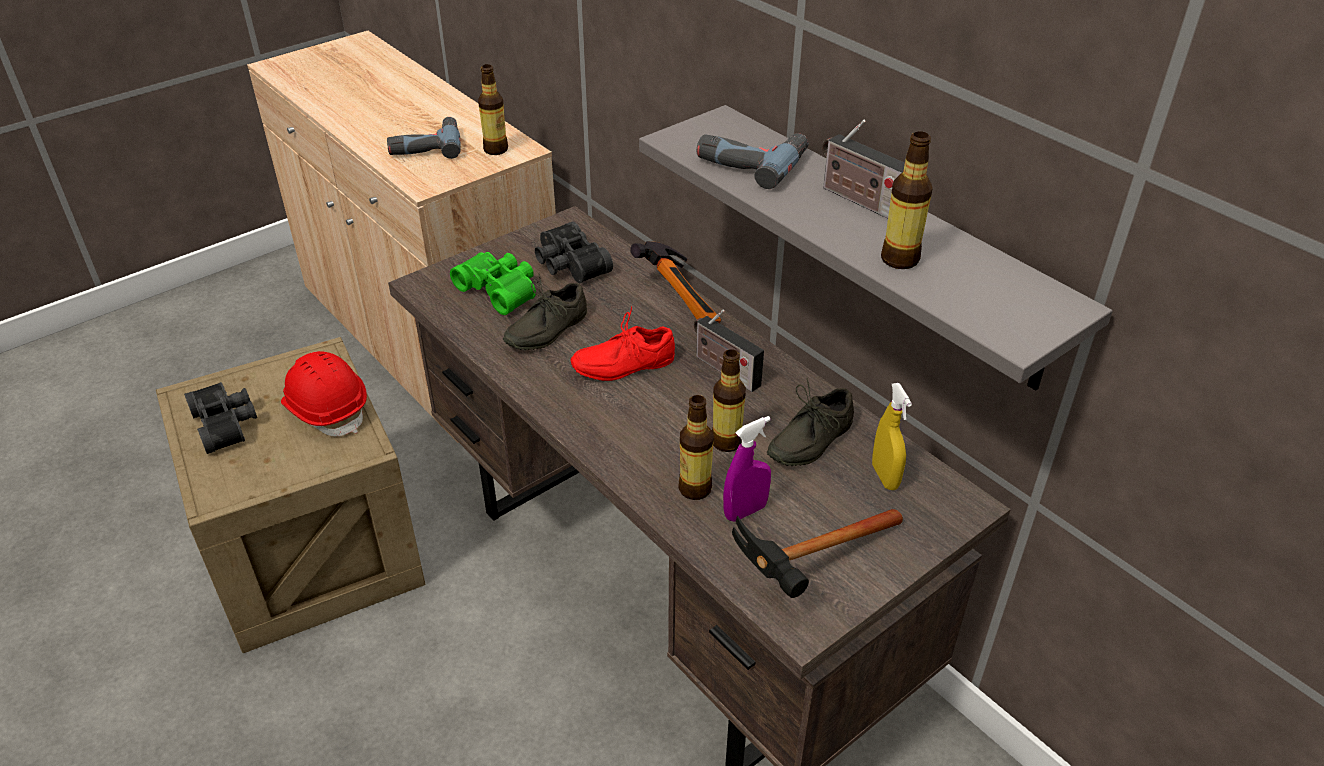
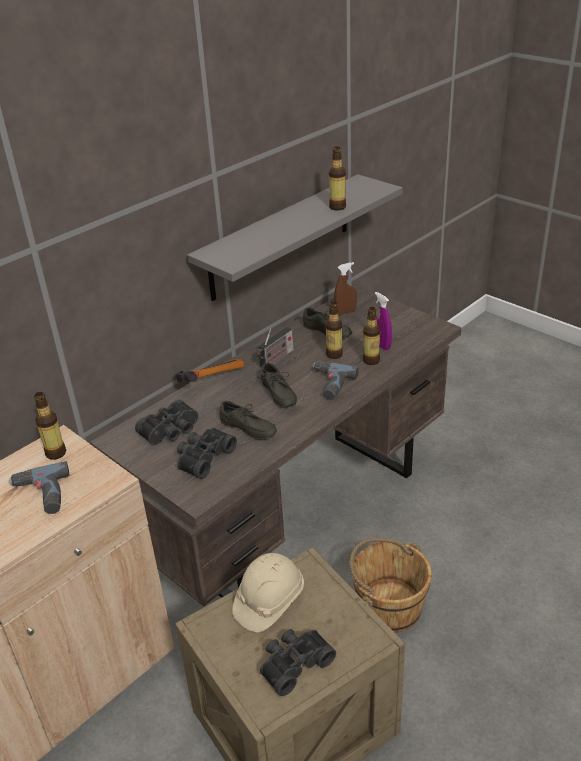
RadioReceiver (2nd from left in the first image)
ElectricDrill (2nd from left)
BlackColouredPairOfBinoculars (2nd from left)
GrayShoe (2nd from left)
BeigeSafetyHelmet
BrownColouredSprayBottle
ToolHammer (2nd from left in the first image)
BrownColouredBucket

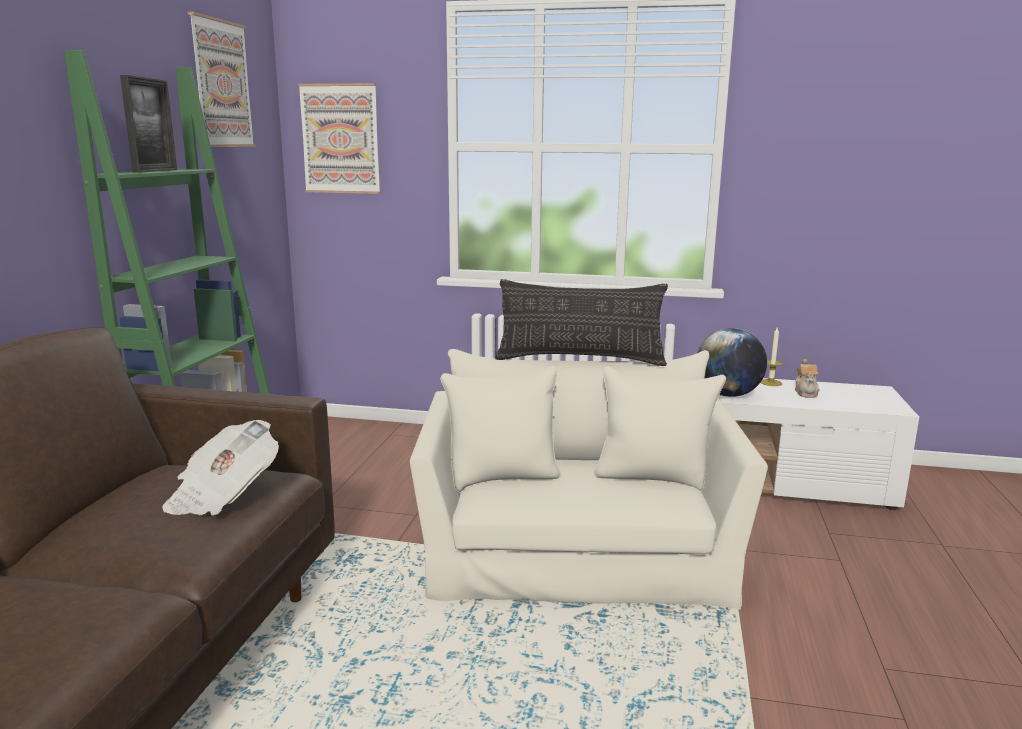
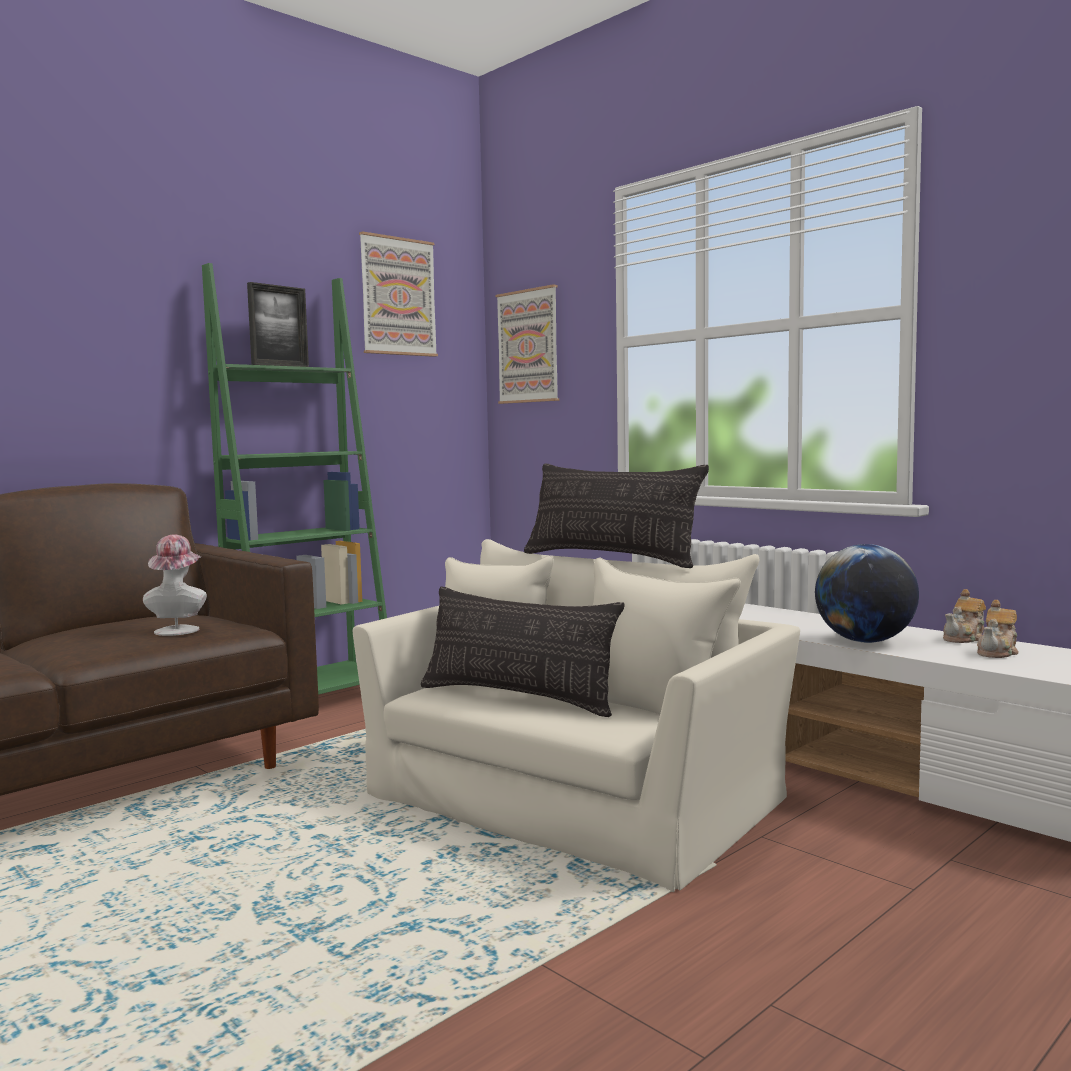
PotForTea (1st from left)
Hat
Cushion (1st from left)

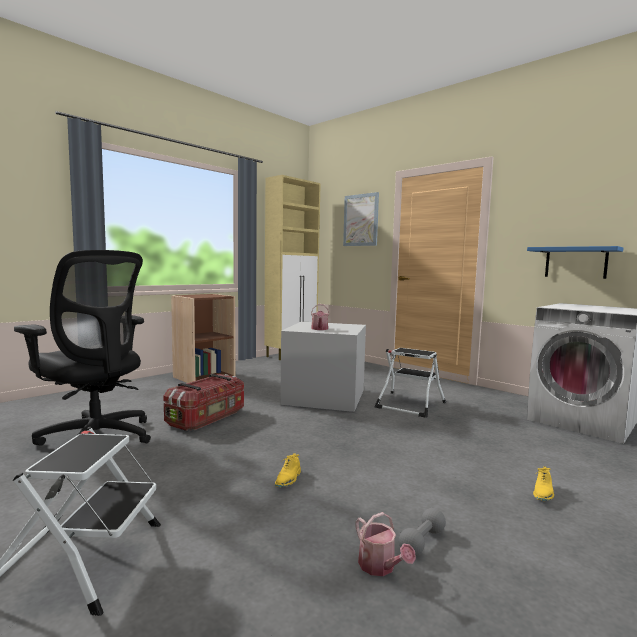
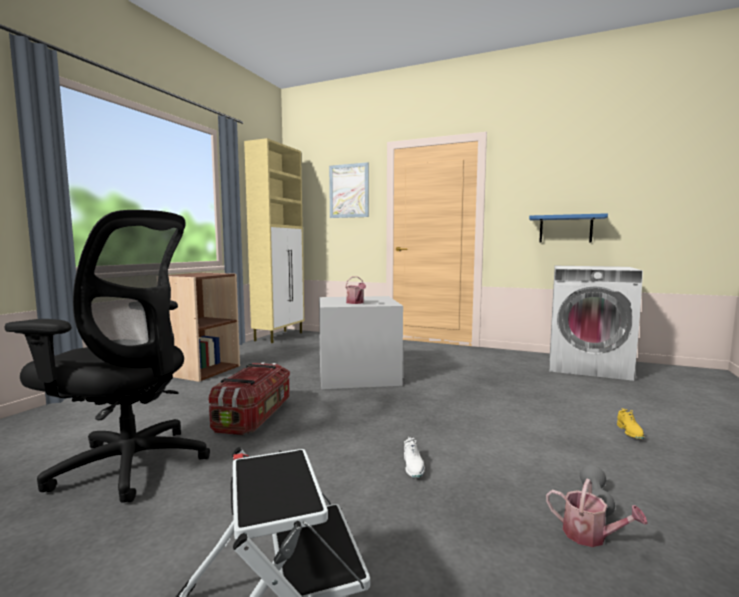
StepStool (2nd from left in the first image)
WhiteShoe

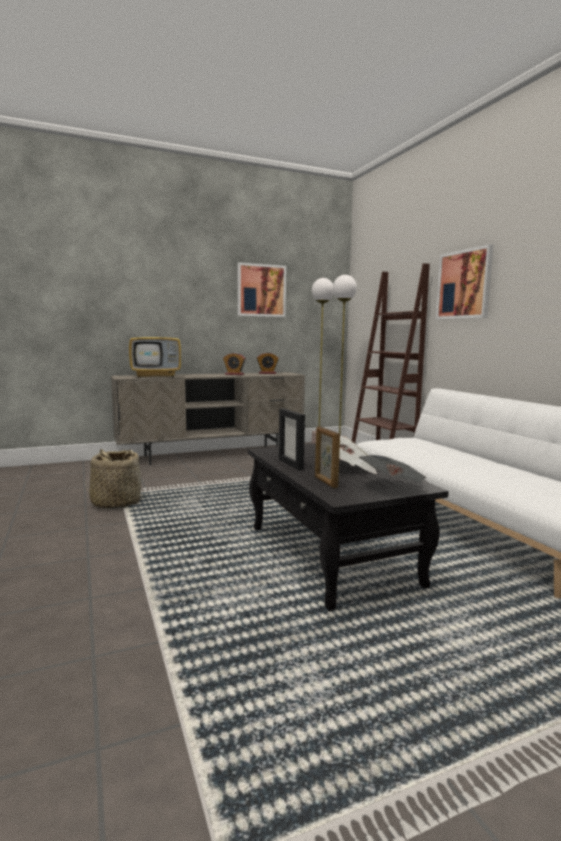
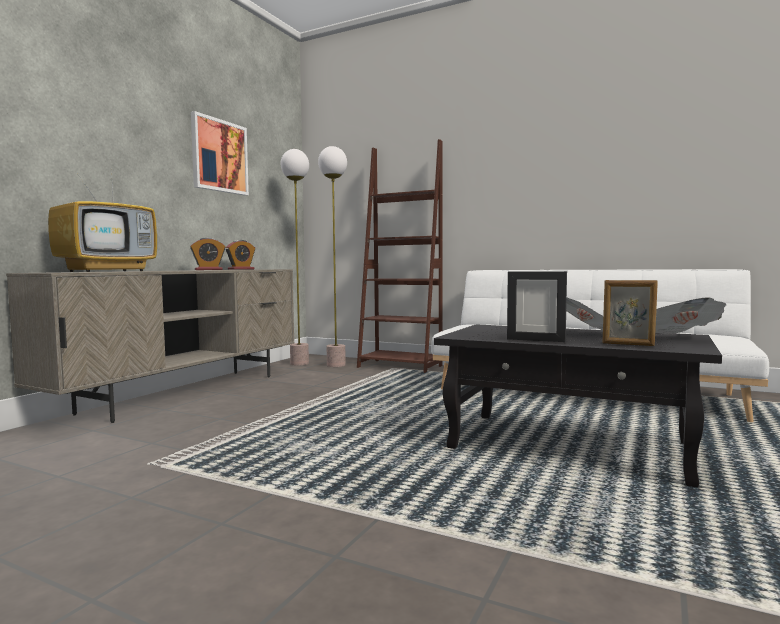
Picture (2nd from left in the first image)
Basket

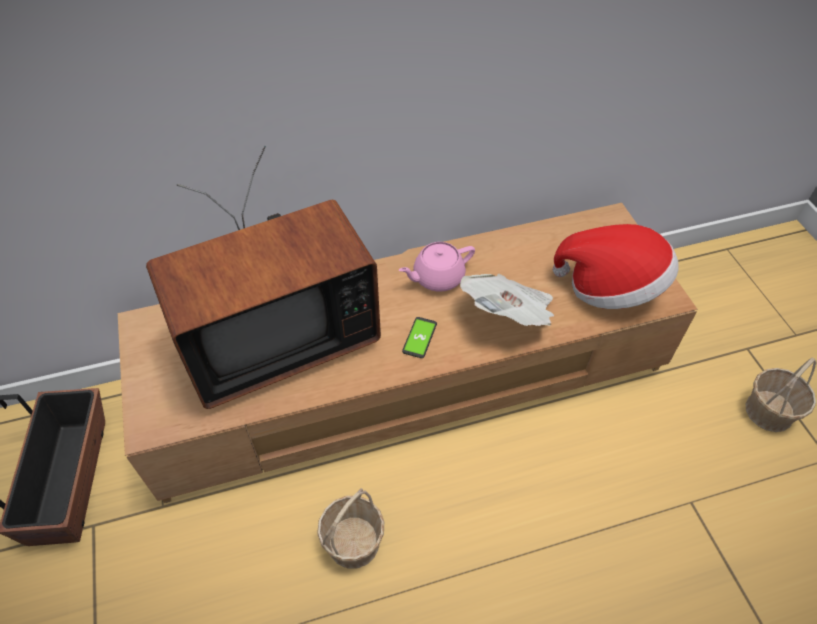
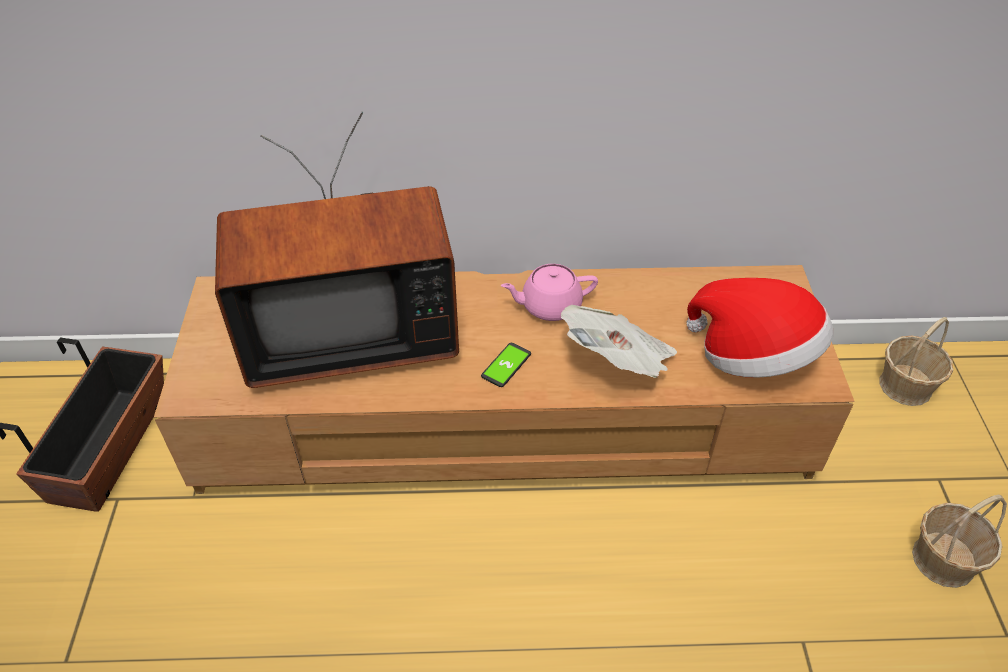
Basket (1st from left)

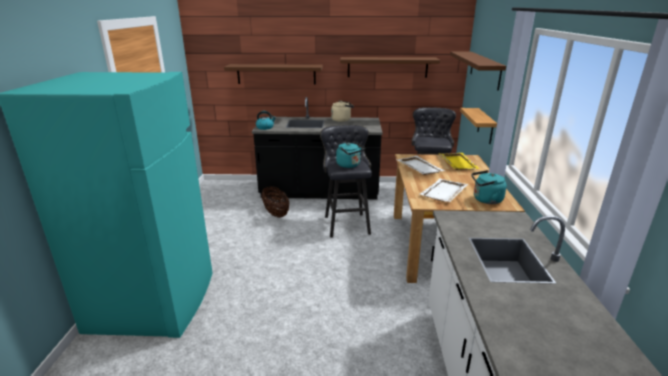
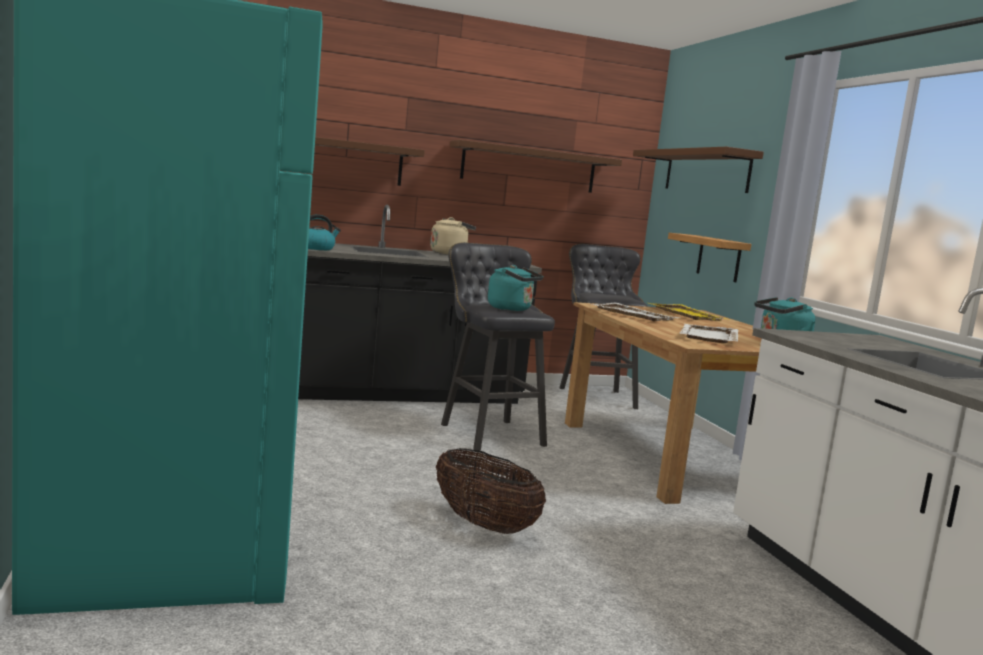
Basket

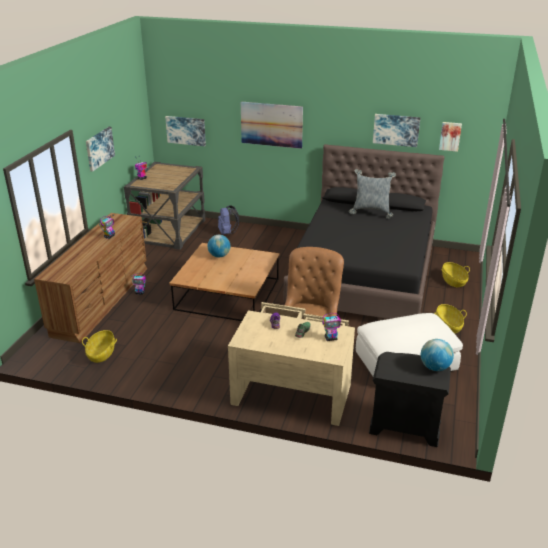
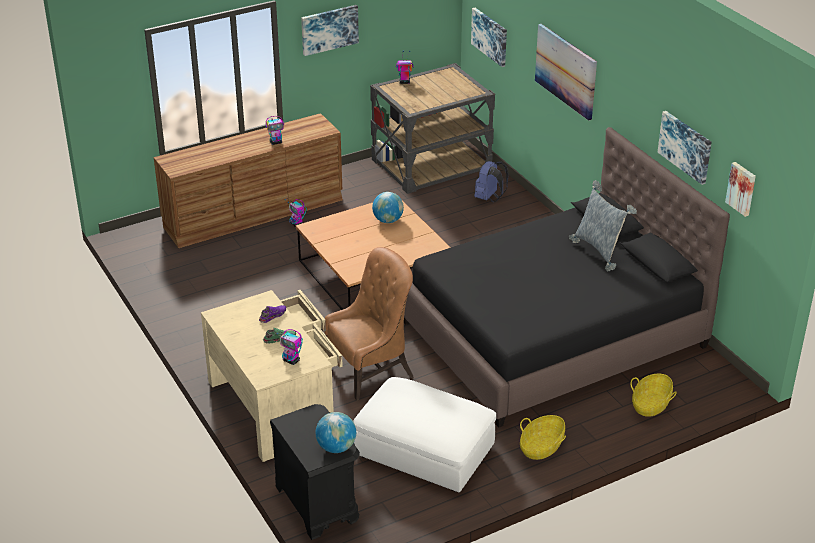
Basket (1st from left in the first image)

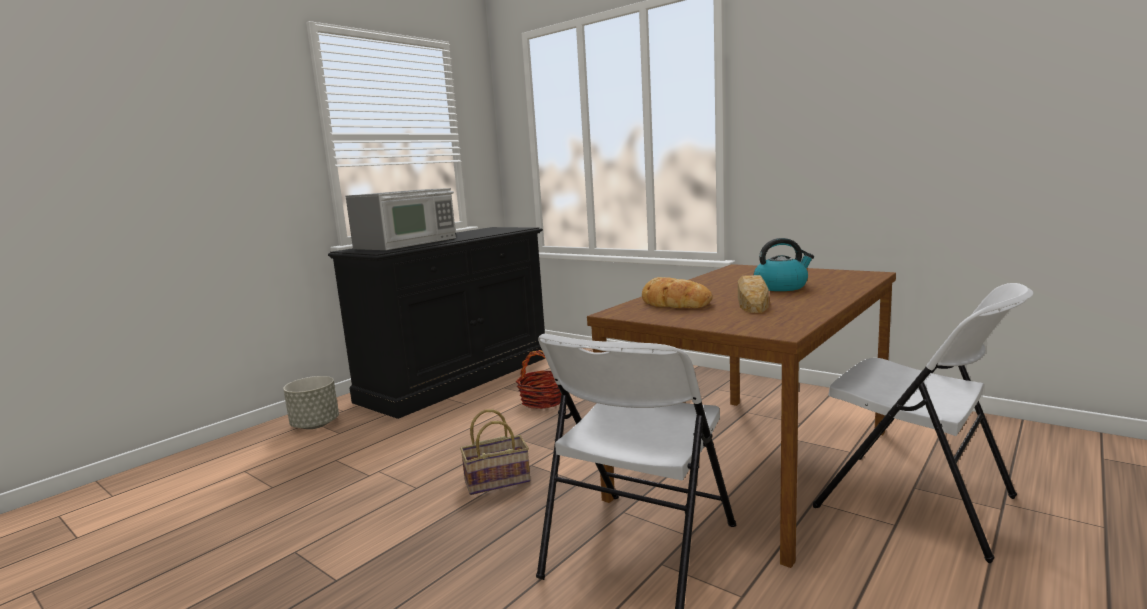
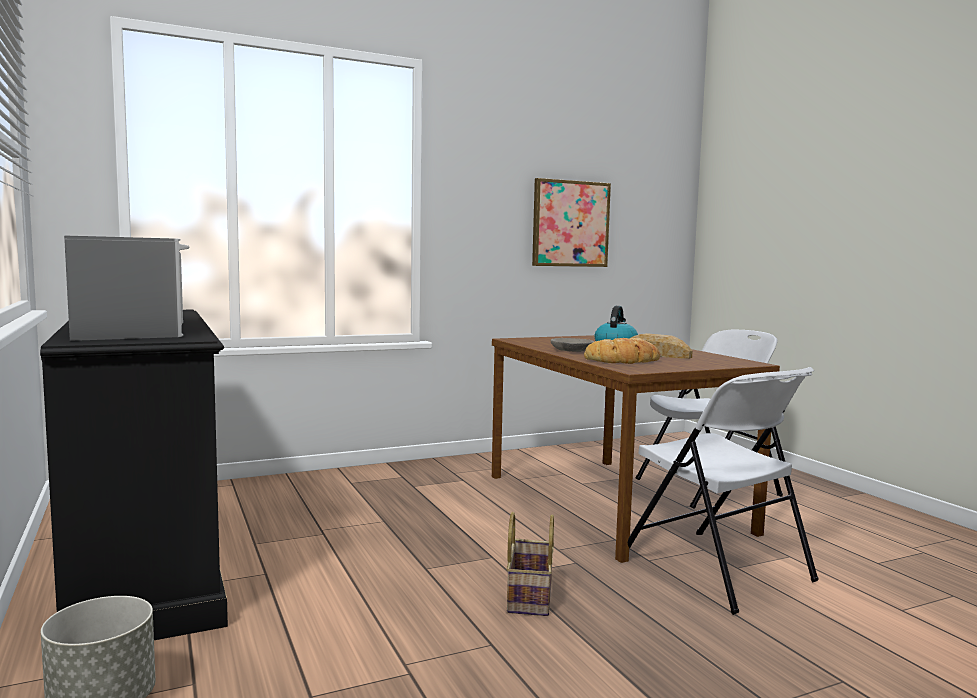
Basket (2nd from left in the first image)
Picture
GrayBowl

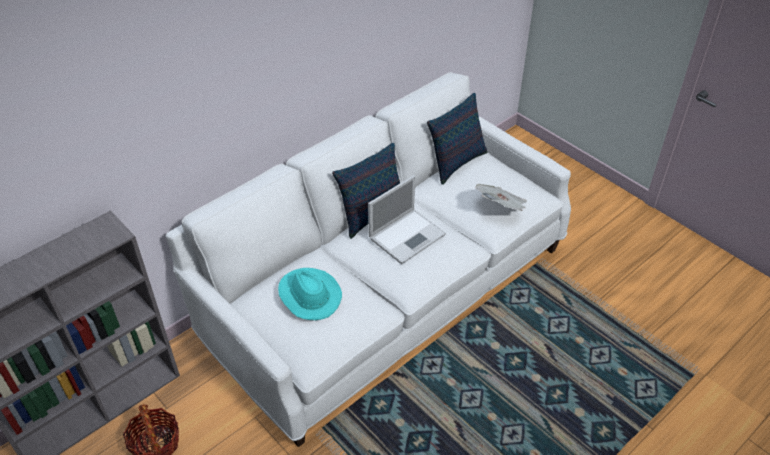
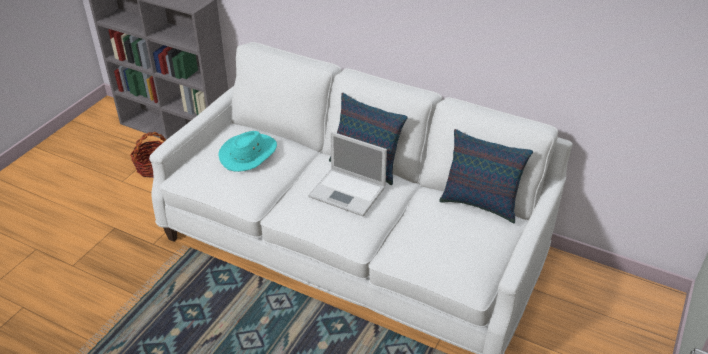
DailyPaper

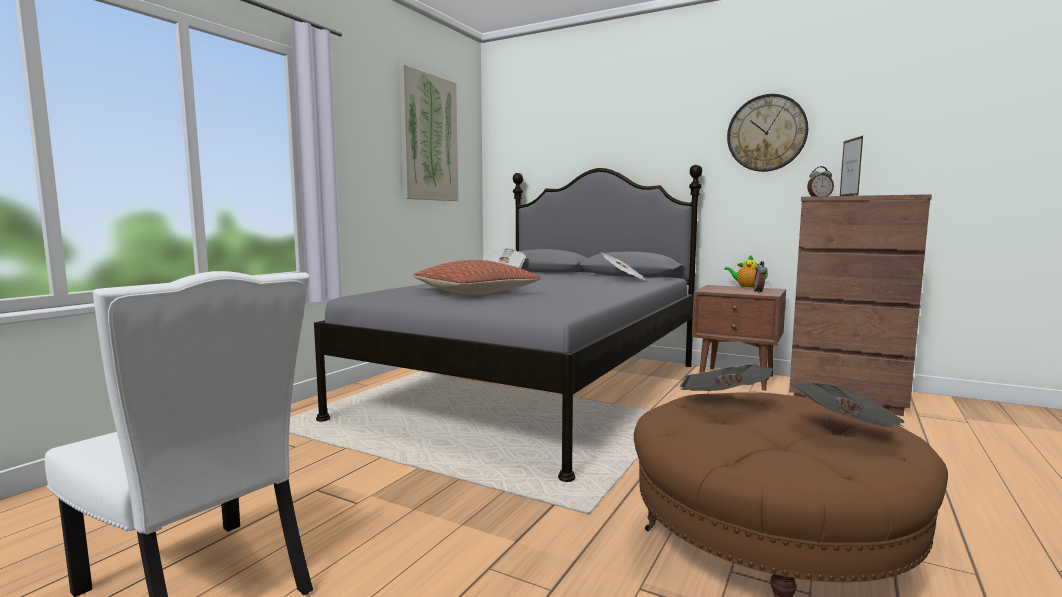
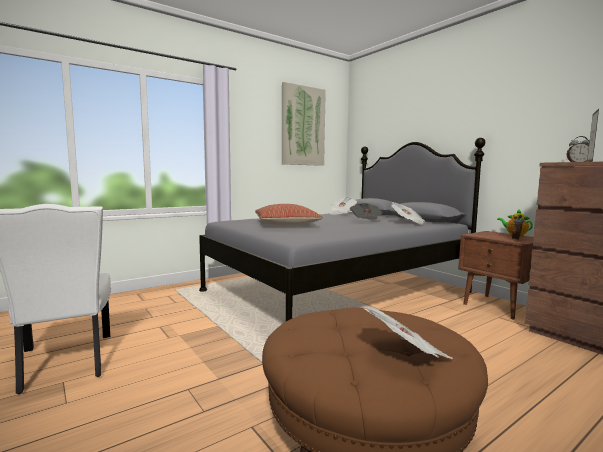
HangingClock
DailyPaper (2nd from left)

